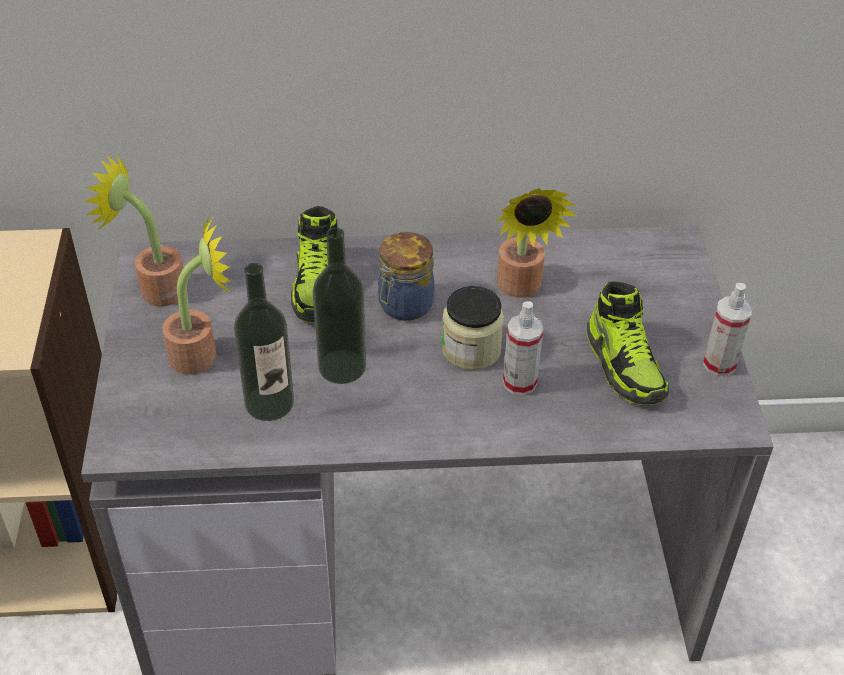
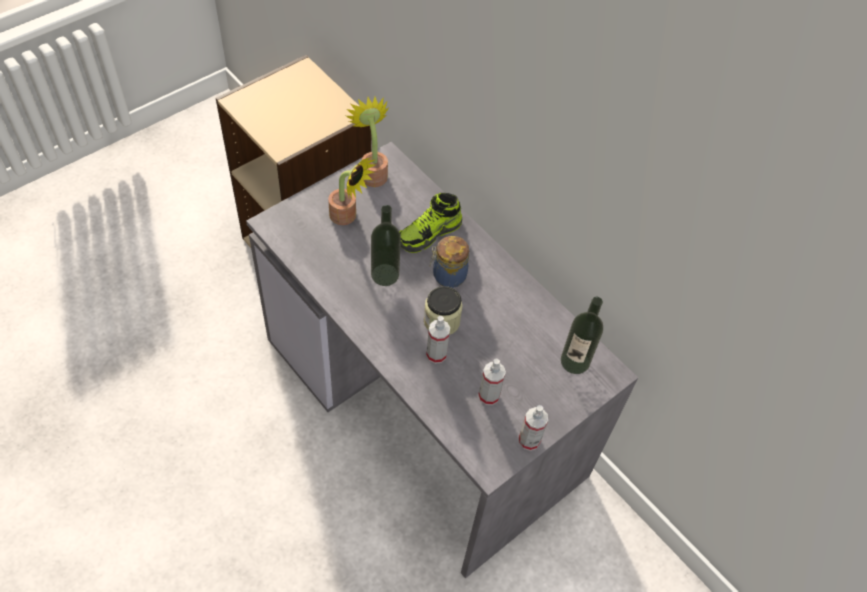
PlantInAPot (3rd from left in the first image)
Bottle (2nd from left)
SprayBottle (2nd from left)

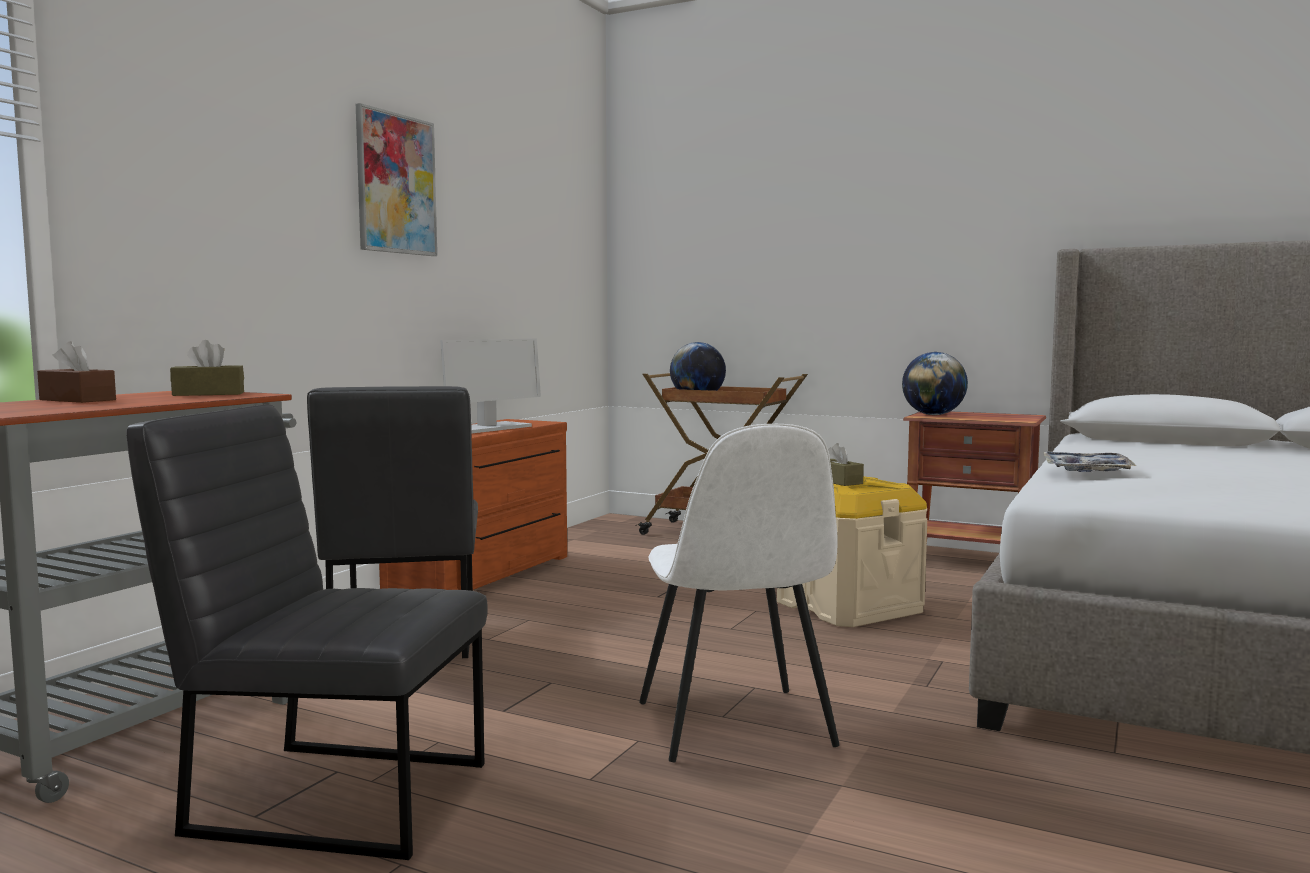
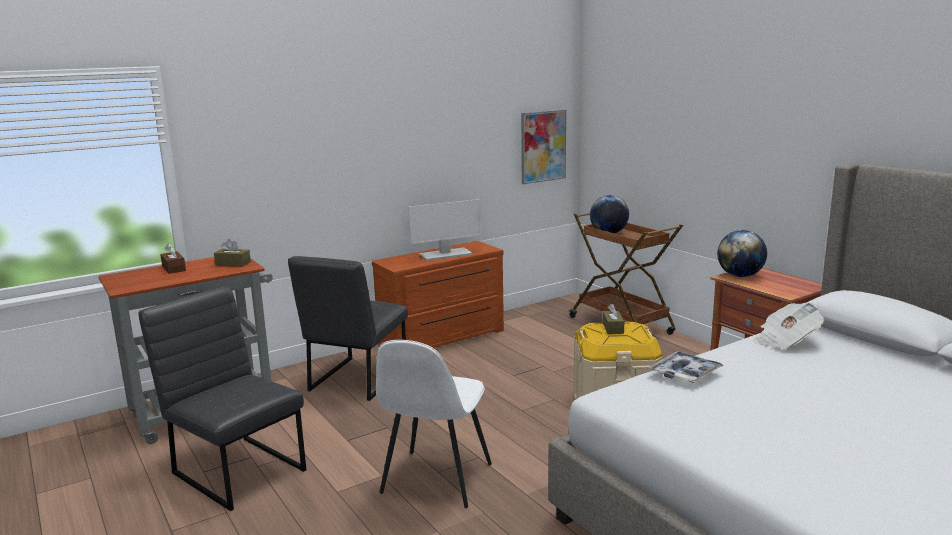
Picture
DailyPaper

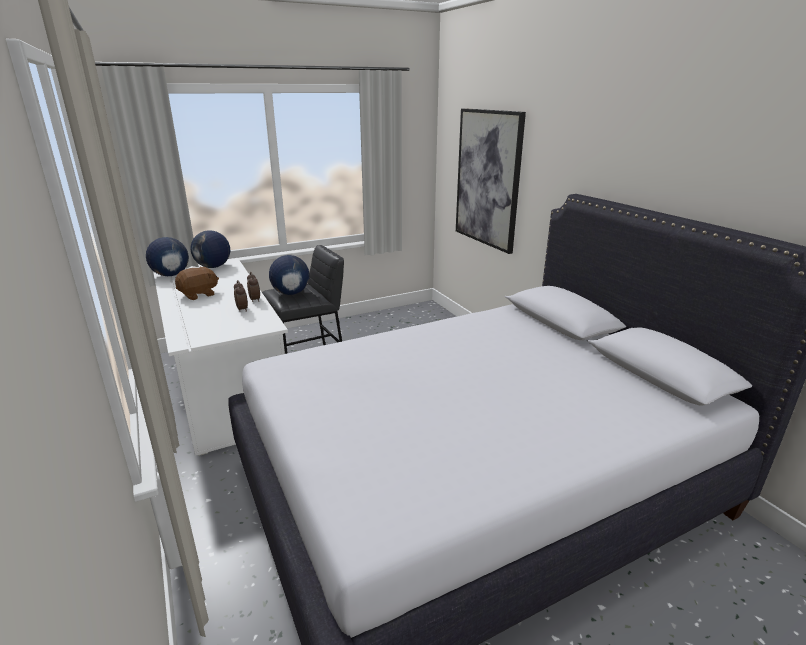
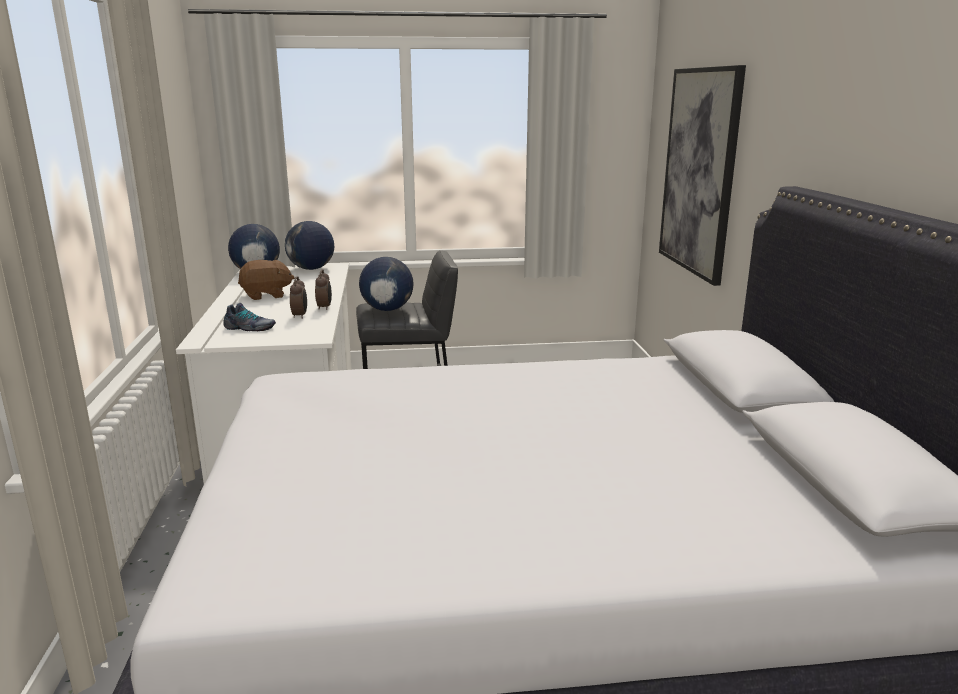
Shoe

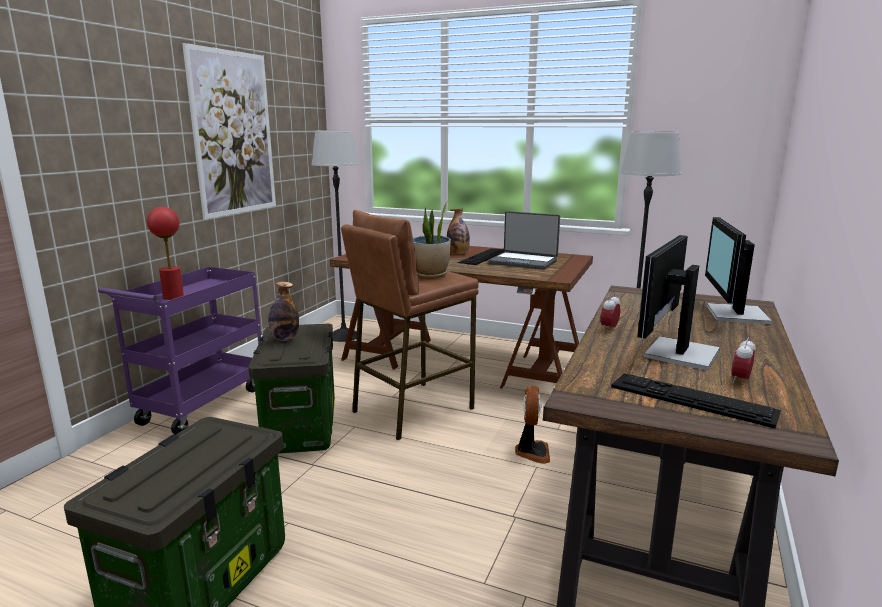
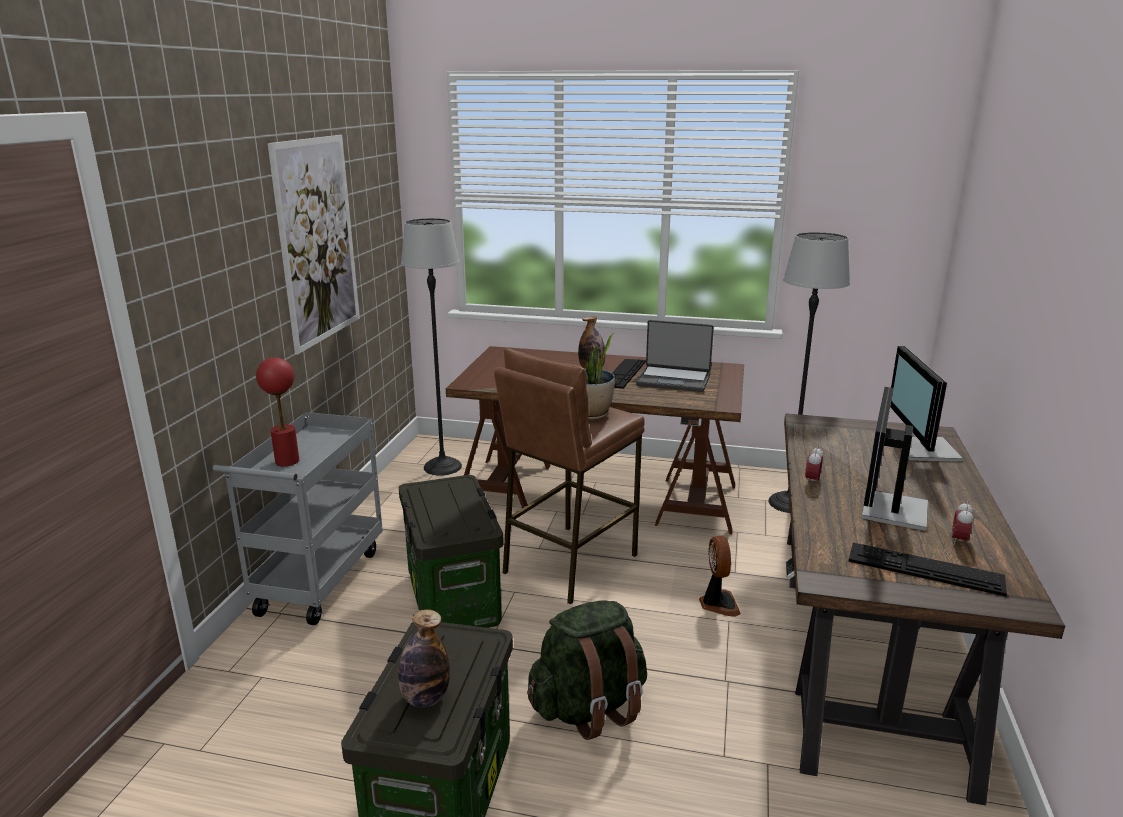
GrayCart
Bottle (1st from left)
GreenBackpack

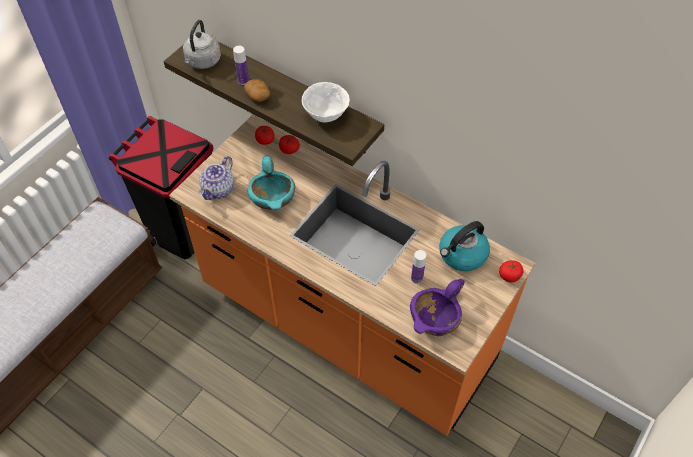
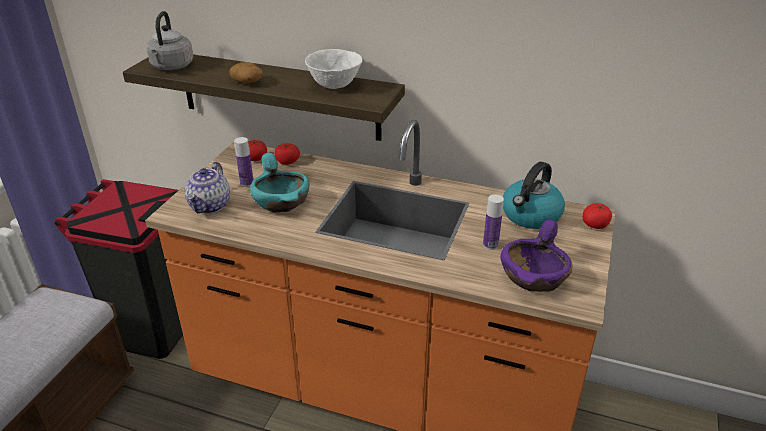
Bottle (1st from left)

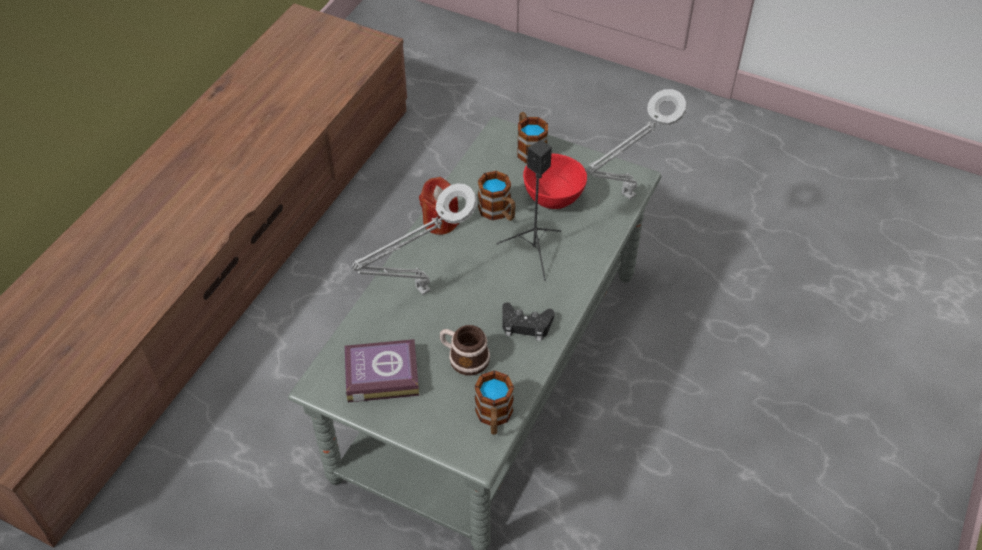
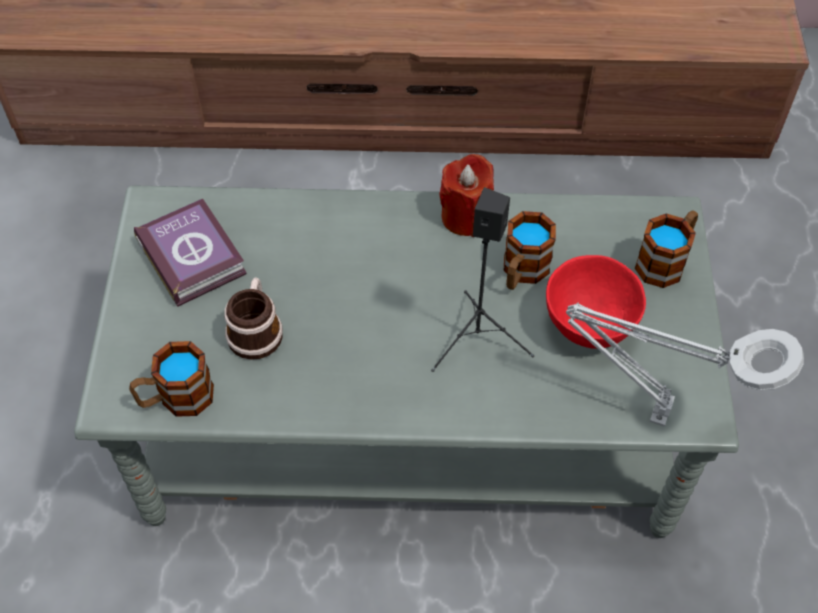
GrayTabletopLamp (1st from left in the first image)
BlackColouredGameController

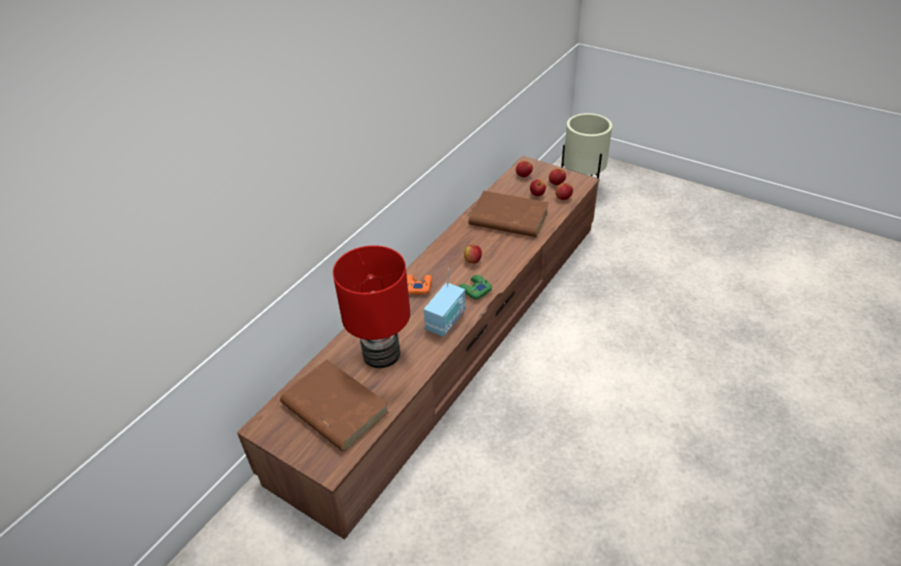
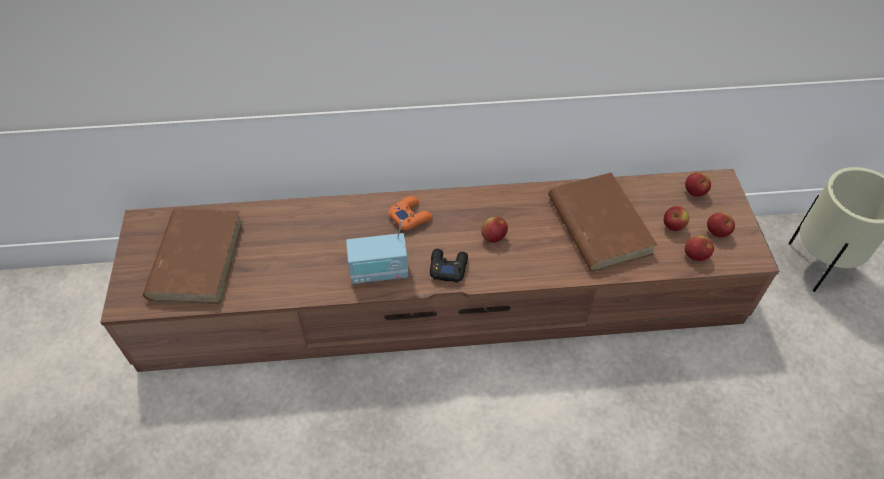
RedTabletopLamp
BlackColouredGameController

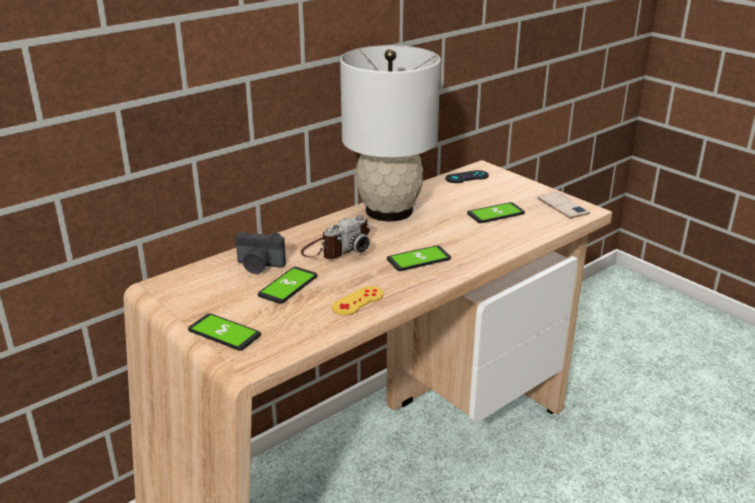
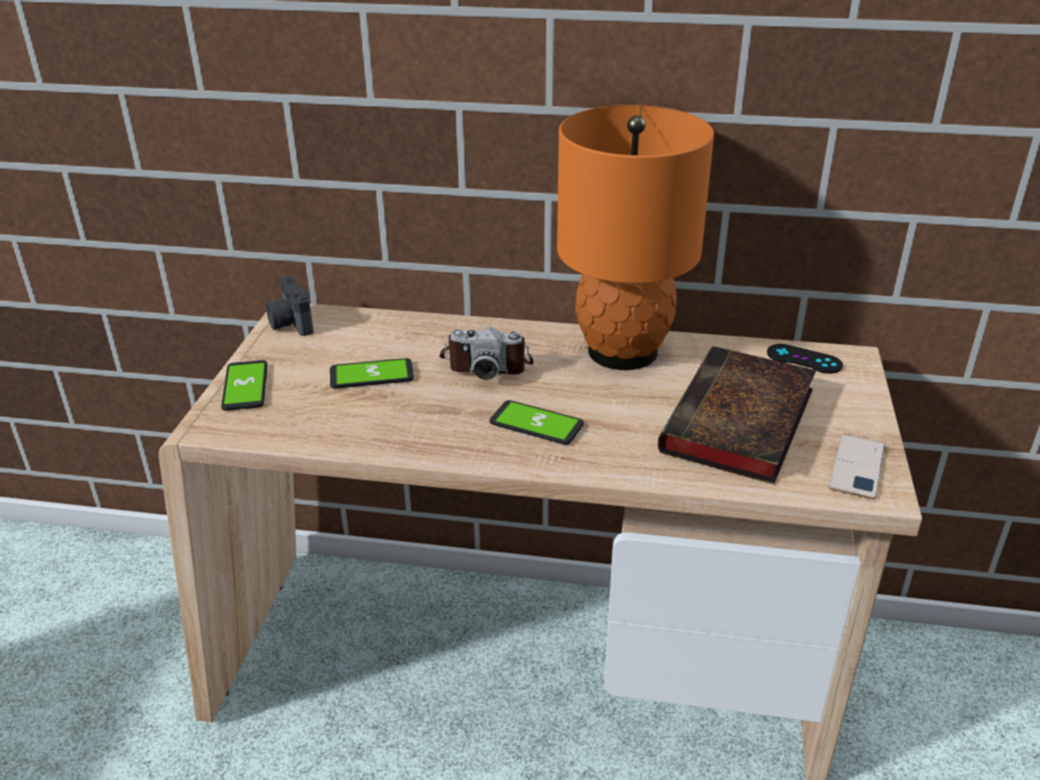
OrangeyTabletopLamp
BoundBook
PhotoCamera (1st from left)
YellowishGameController

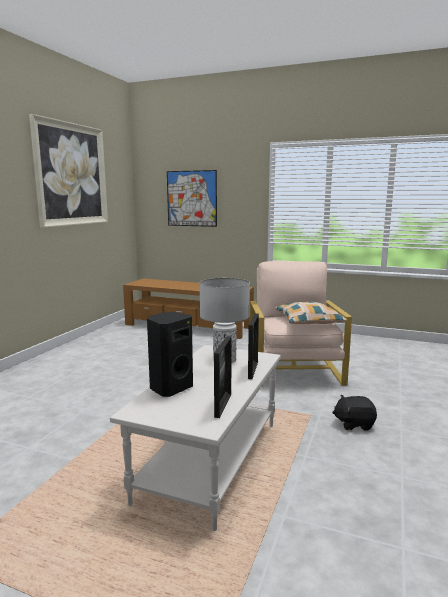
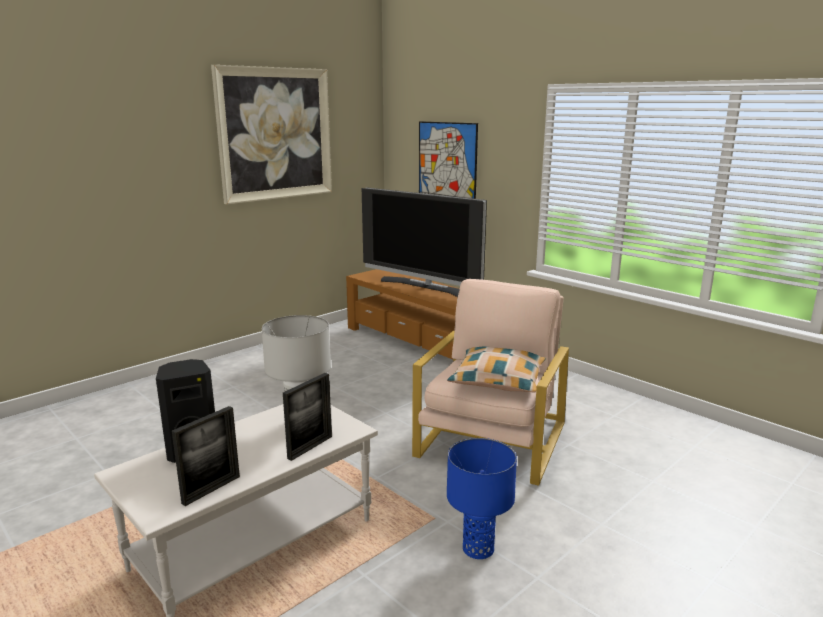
BlueColouredTabletopLamp
TvSet

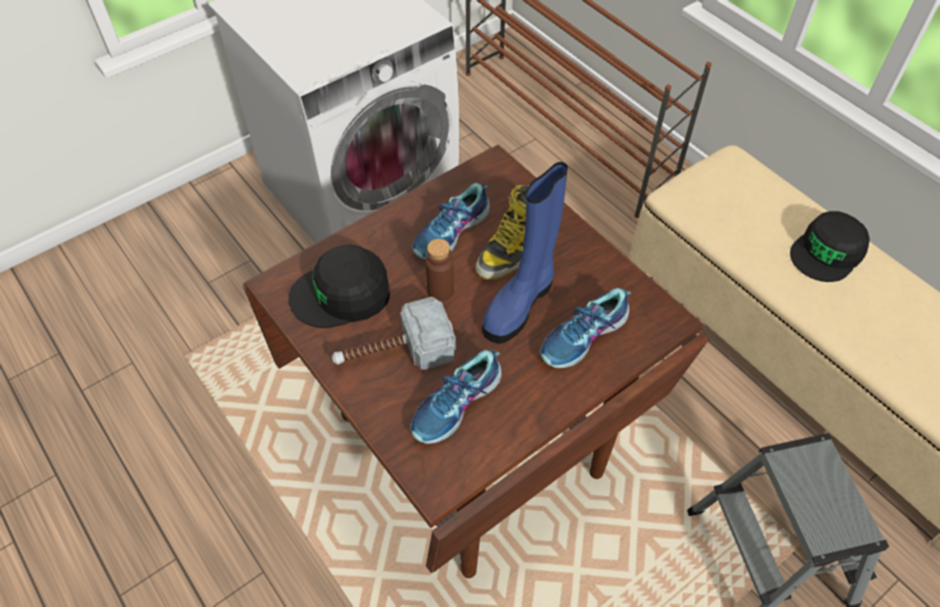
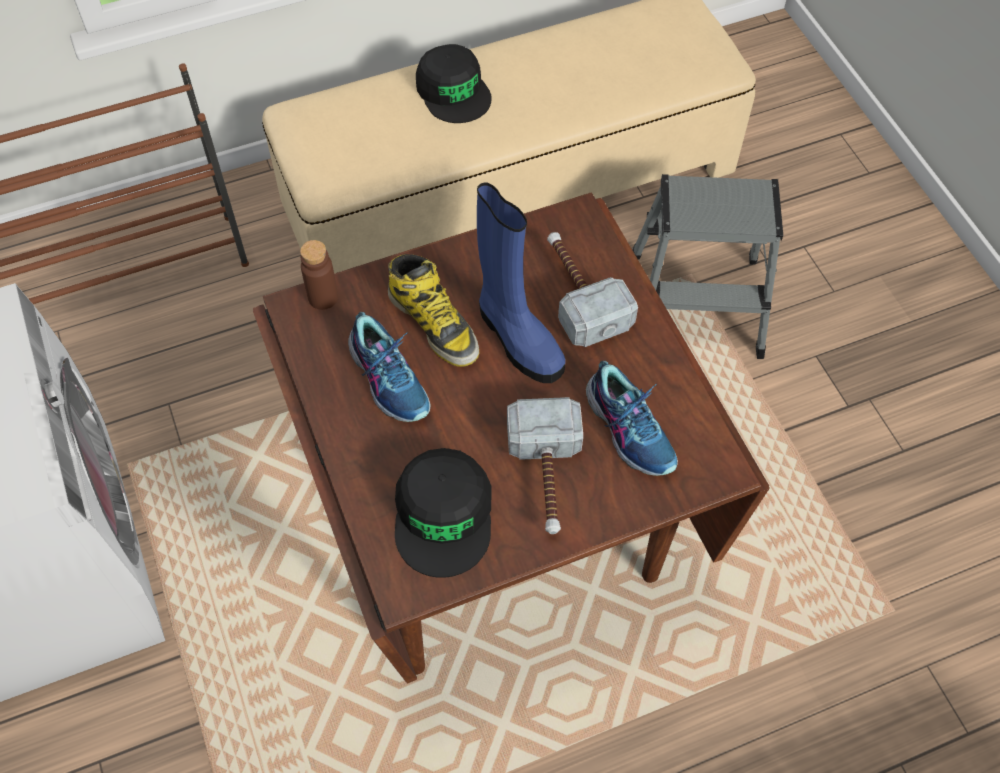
BrownColouredBottle
ToolHammer (2nd from left)

